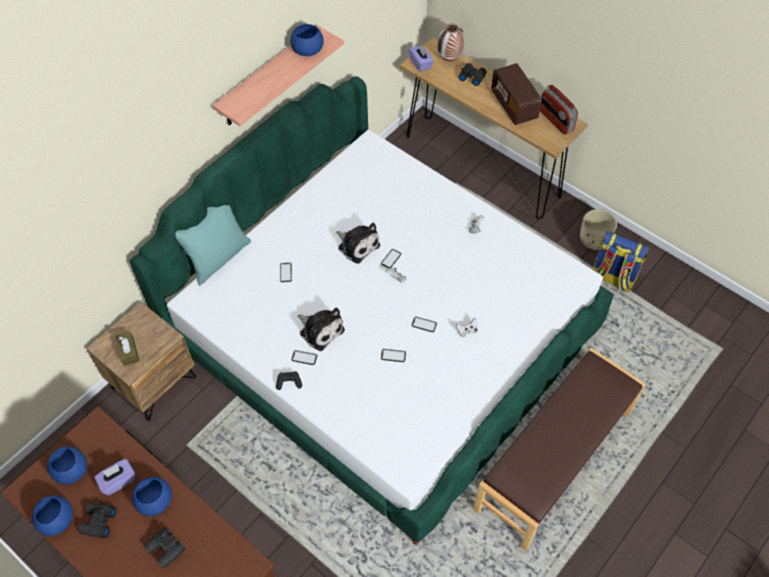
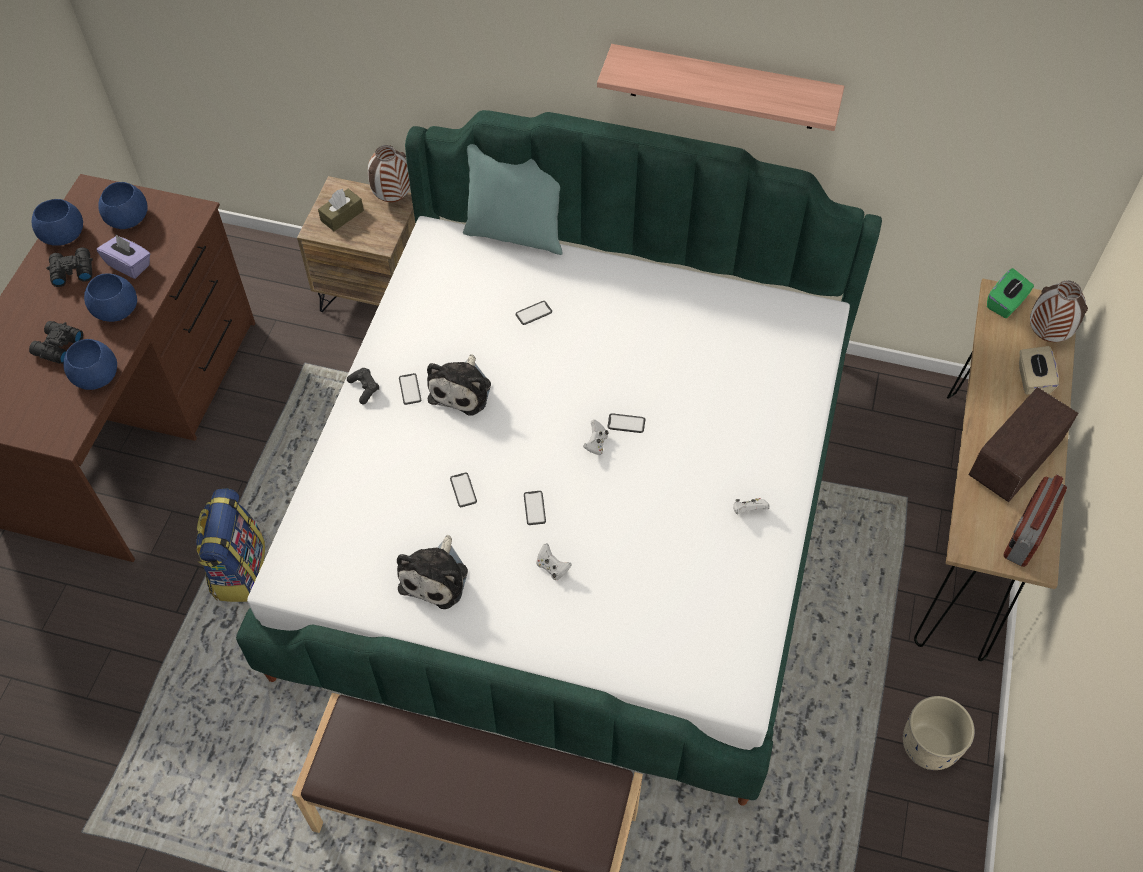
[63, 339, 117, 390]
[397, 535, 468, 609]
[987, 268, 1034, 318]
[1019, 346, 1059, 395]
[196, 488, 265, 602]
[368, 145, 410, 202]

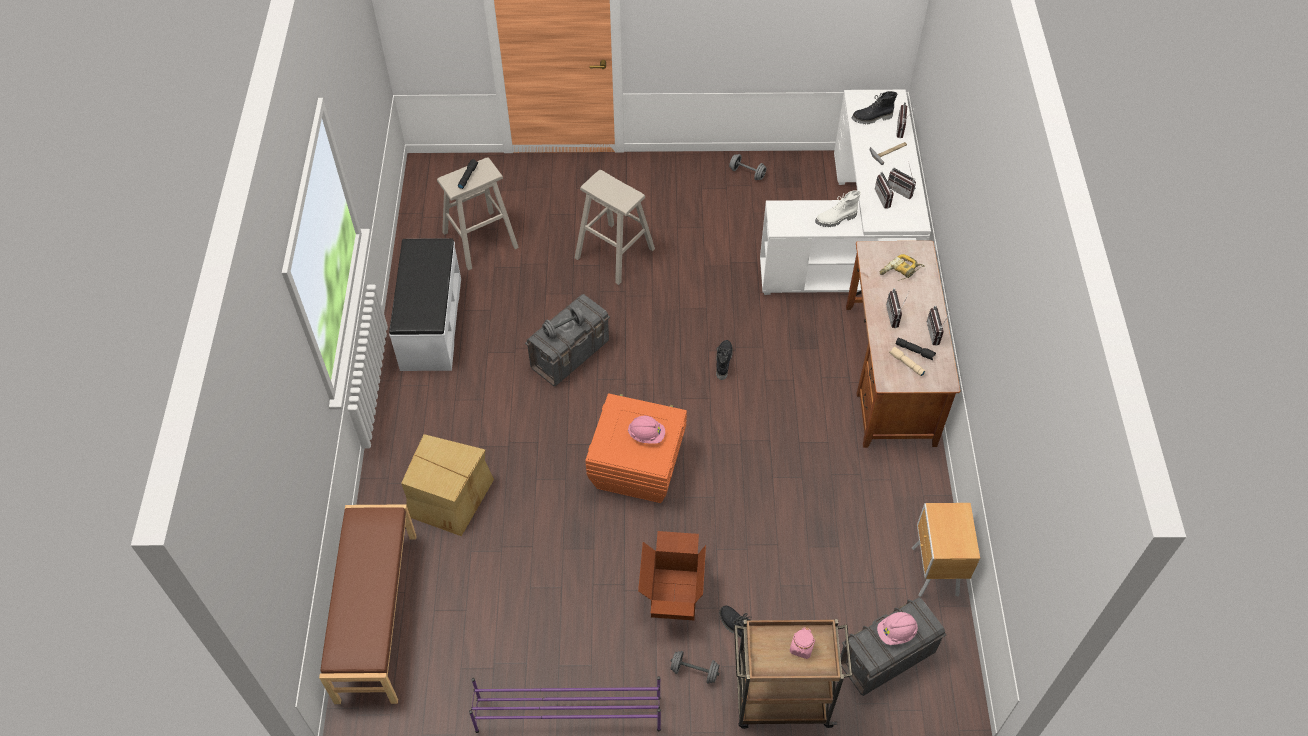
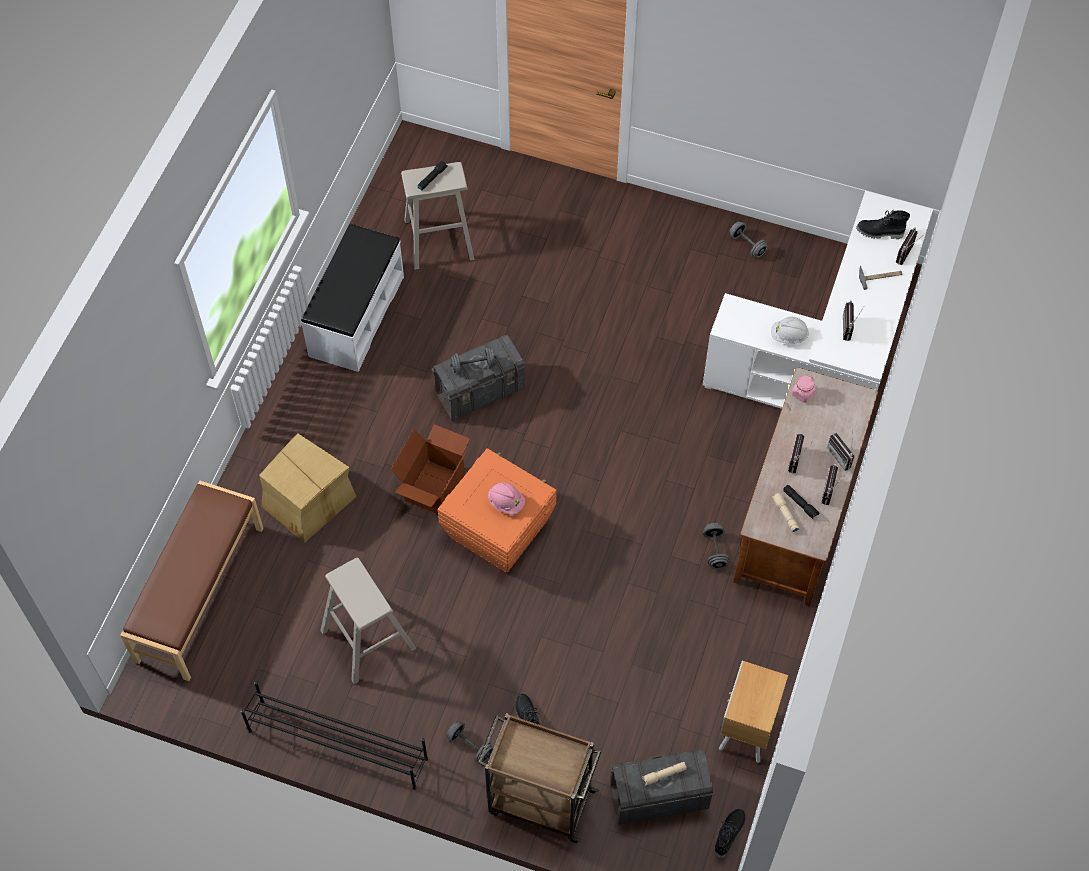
[241, 681, 428, 790]
[320, 558, 416, 684]
[390, 424, 470, 514]
[714, 809, 746, 858]
[792, 375, 816, 403]
[771, 317, 809, 344]
[642, 762, 687, 786]
[880, 254, 925, 281] (first image)
[827, 432, 855, 471]
[703, 523, 730, 569]

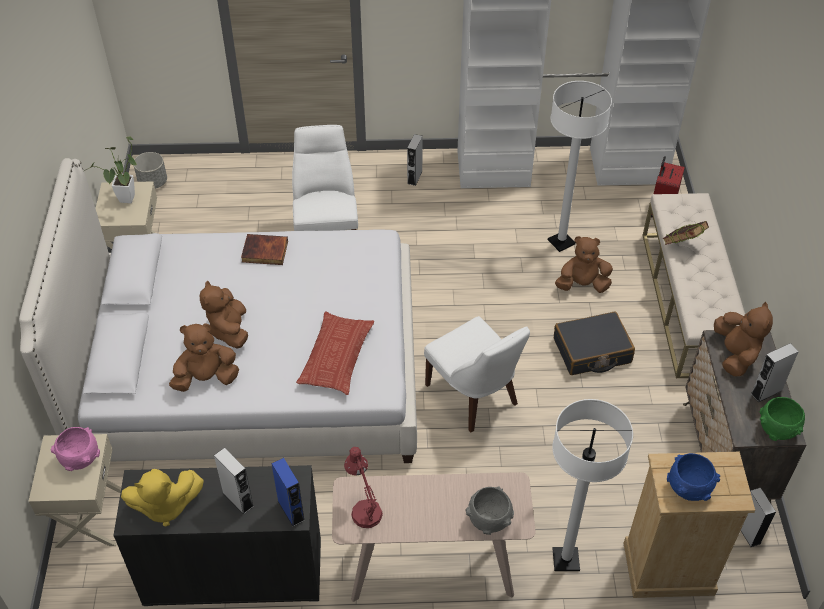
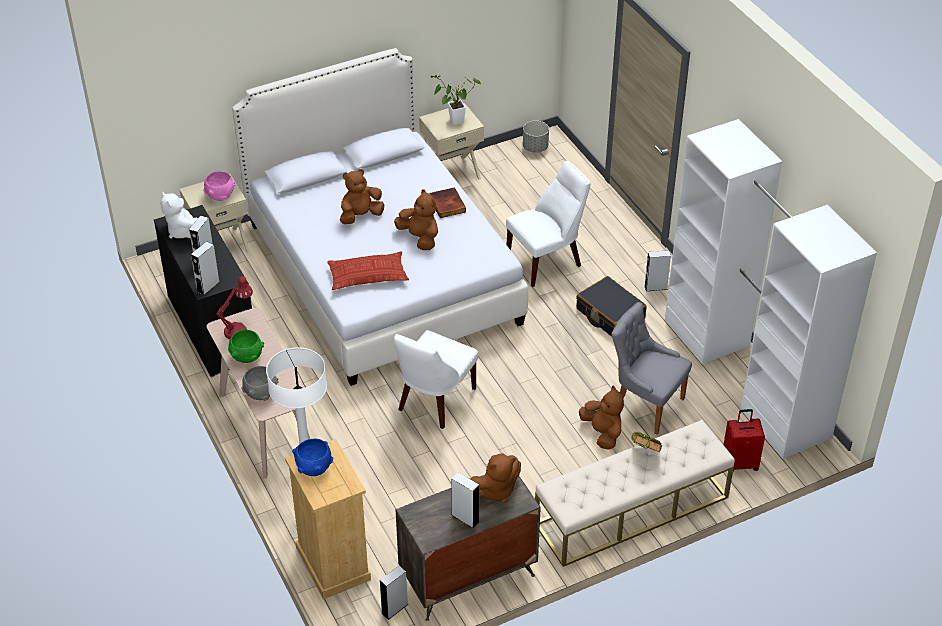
[160, 192, 198, 239]
[394, 189, 438, 250]
[191, 241, 219, 295]
[612, 302, 692, 434]
[576, 276, 647, 337]
[228, 329, 264, 363]

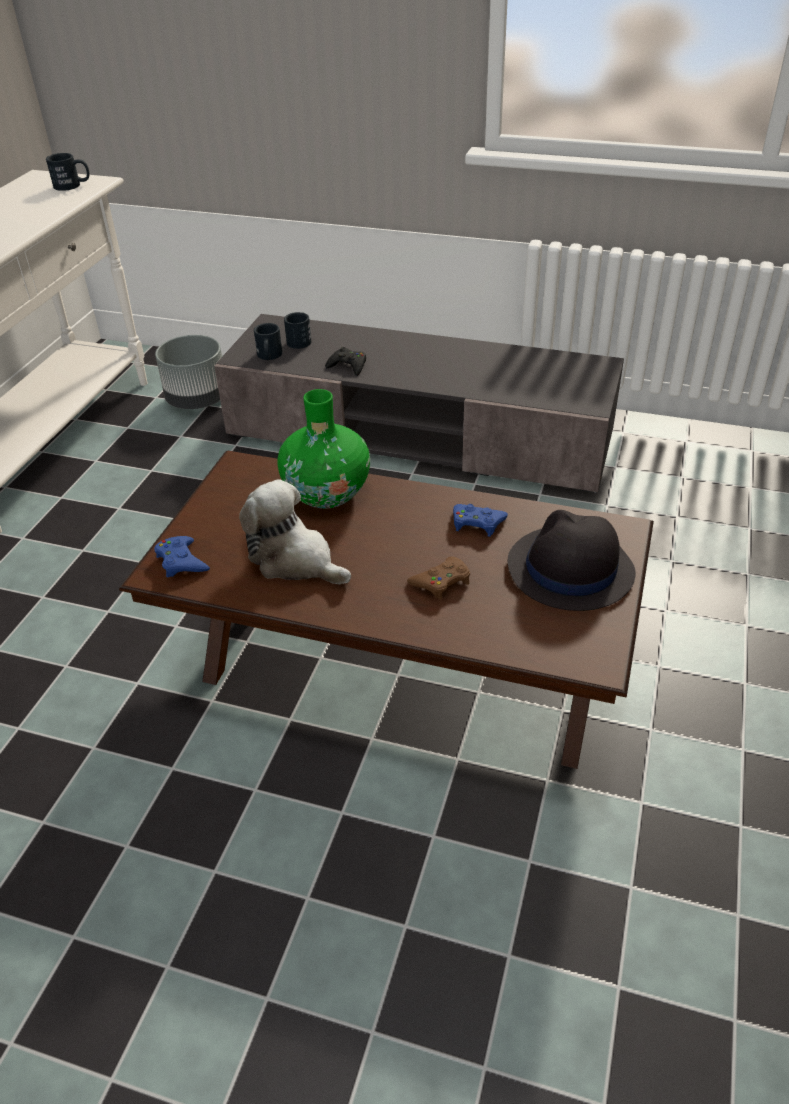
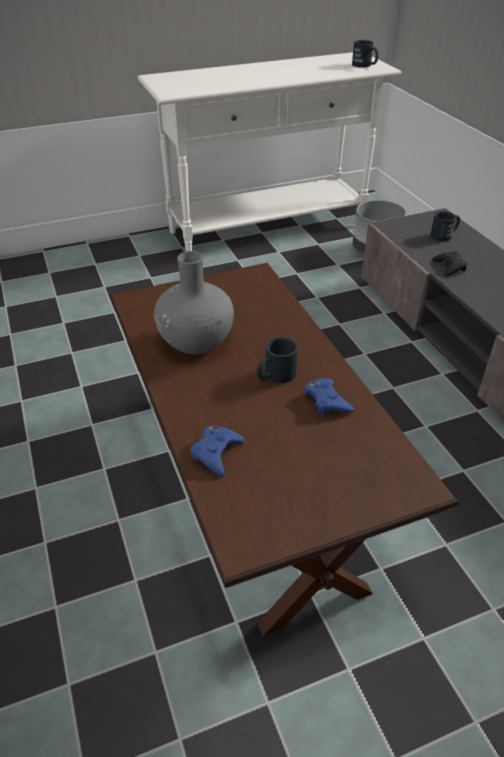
[191, 426, 245, 476]
[154, 251, 234, 354]
[257, 337, 298, 383]
[278, 389, 370, 509] (first image)
[407, 556, 470, 600] (first image)
[507, 510, 636, 611] (first image)

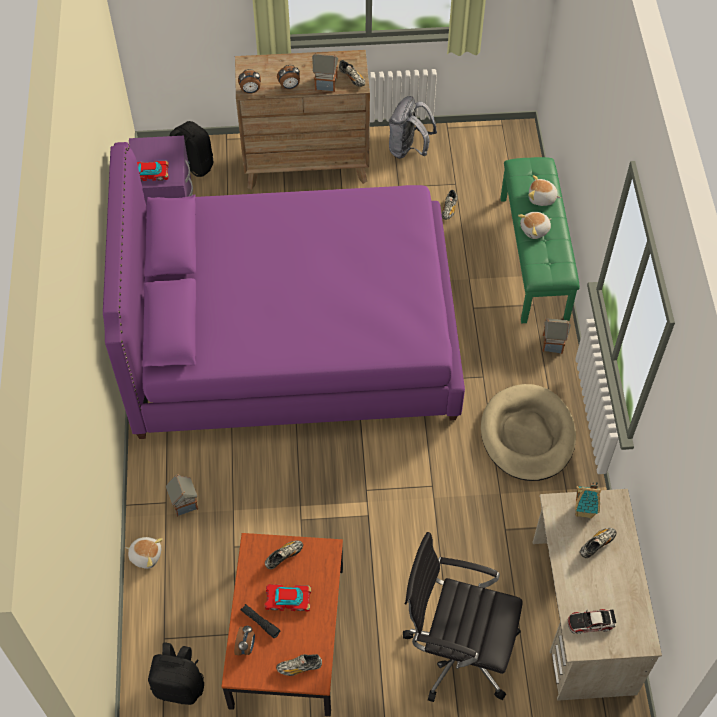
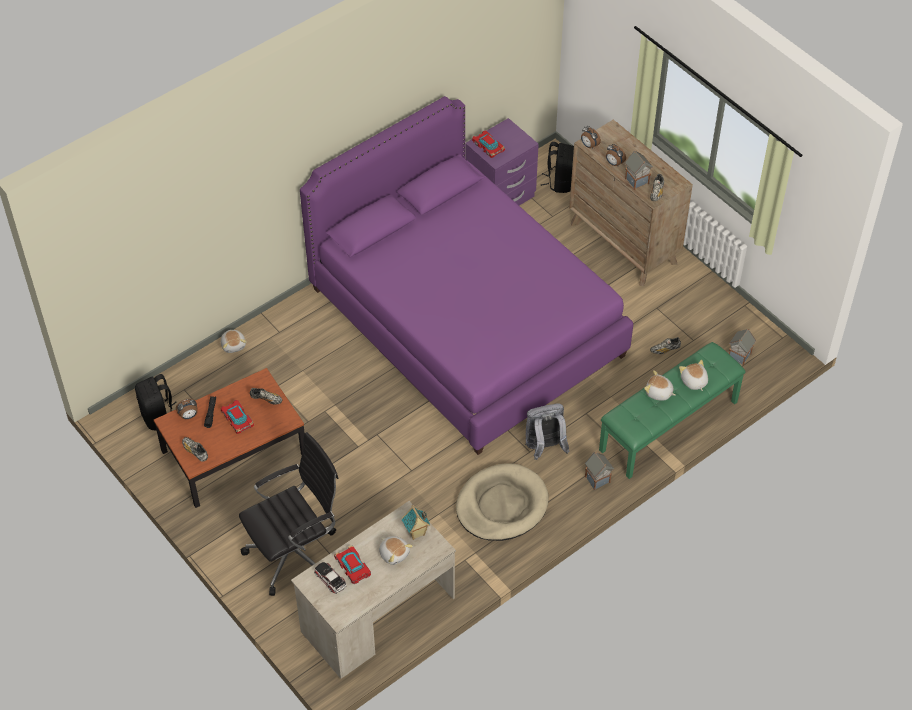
[729, 329, 756, 366]
[525, 403, 570, 460]
[239, 432, 338, 596]
[379, 536, 413, 565]
[334, 546, 371, 584]

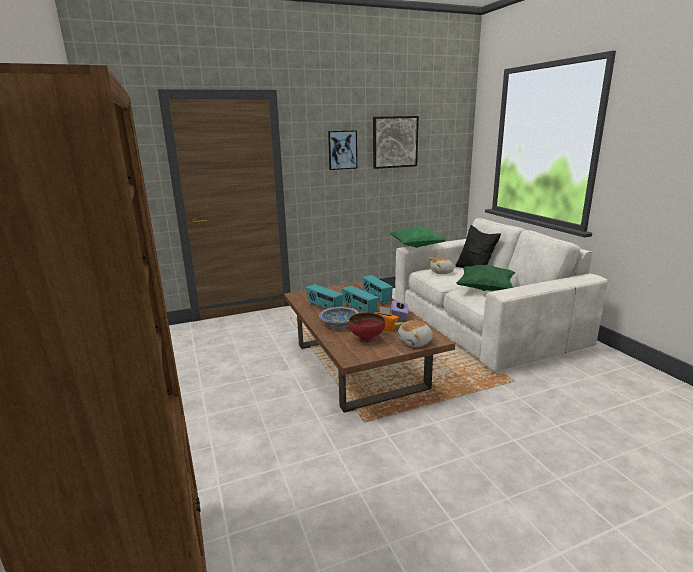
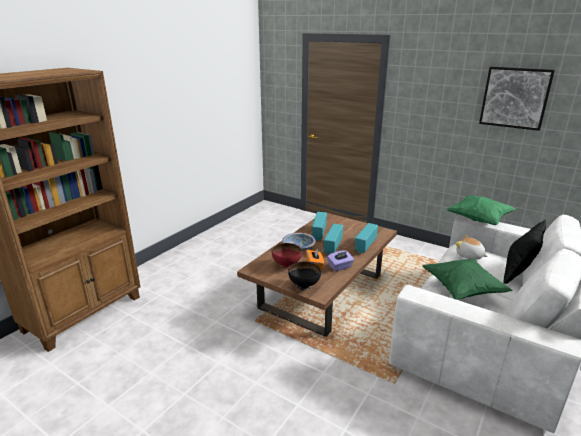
[328, 130, 357, 170] (first image)
[288, 262, 321, 291]

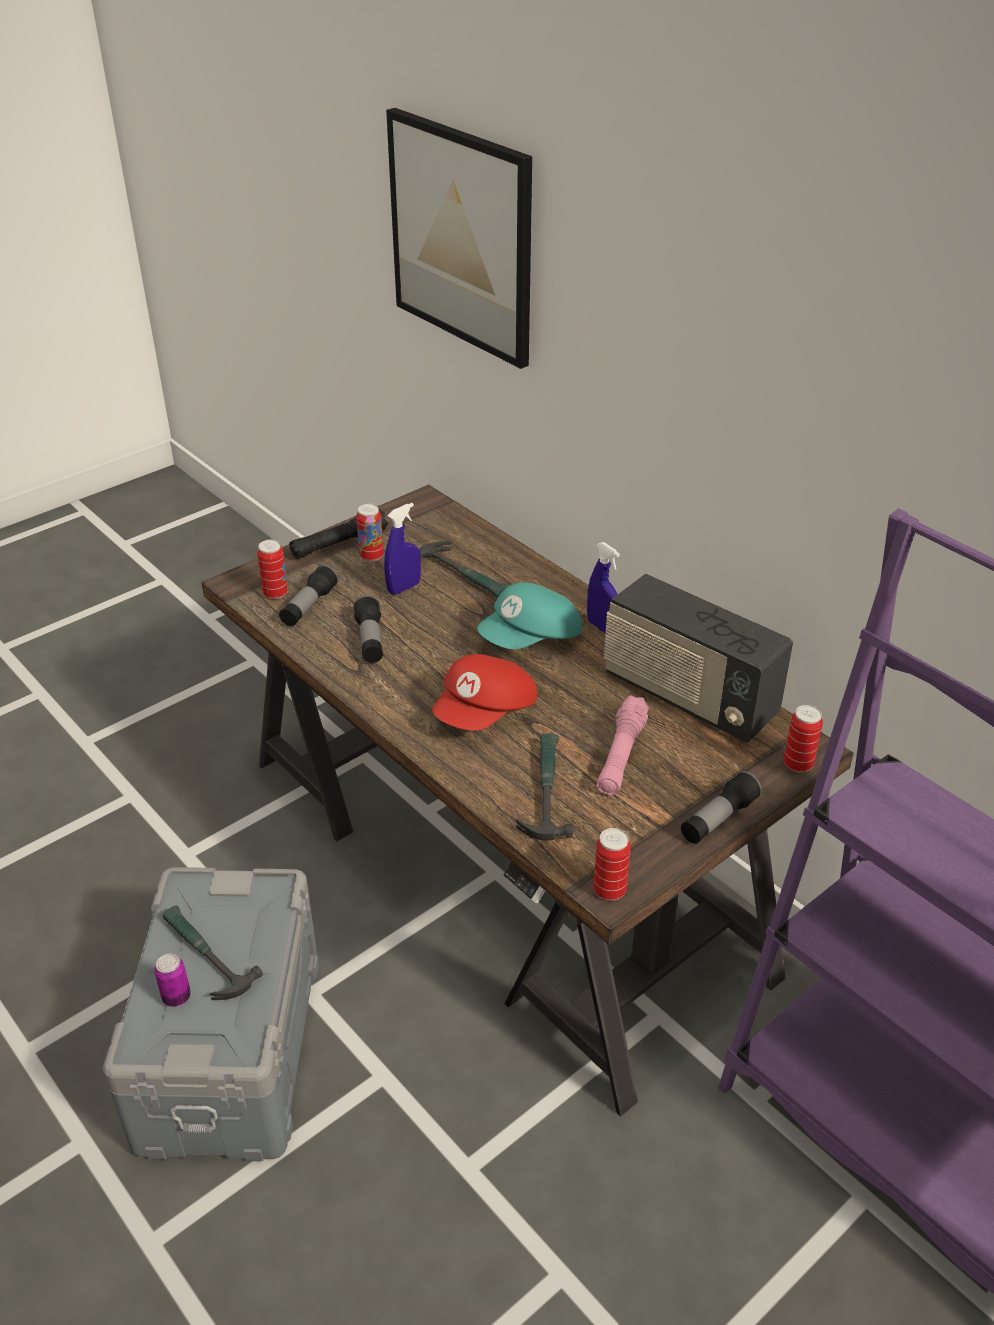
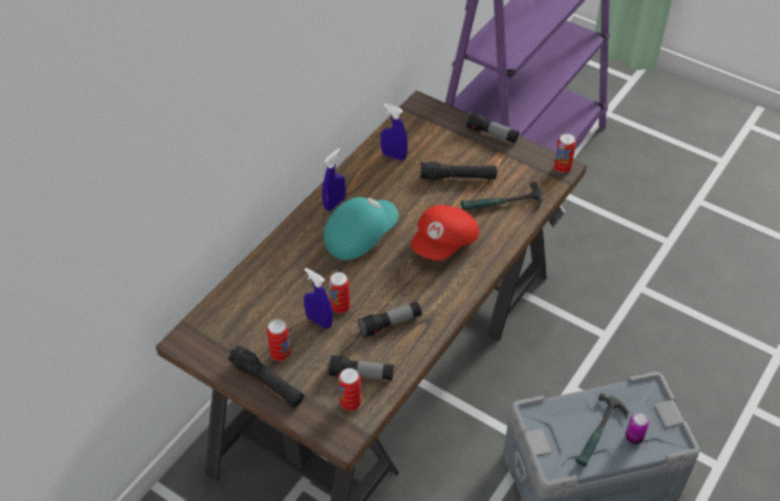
[386, 108, 532, 369] (first image)
[420, 541, 507, 597] (first image)
[411, 205, 479, 260]
[324, 197, 398, 260]
[420, 161, 497, 180]
[380, 103, 408, 161]
[329, 272, 350, 313]

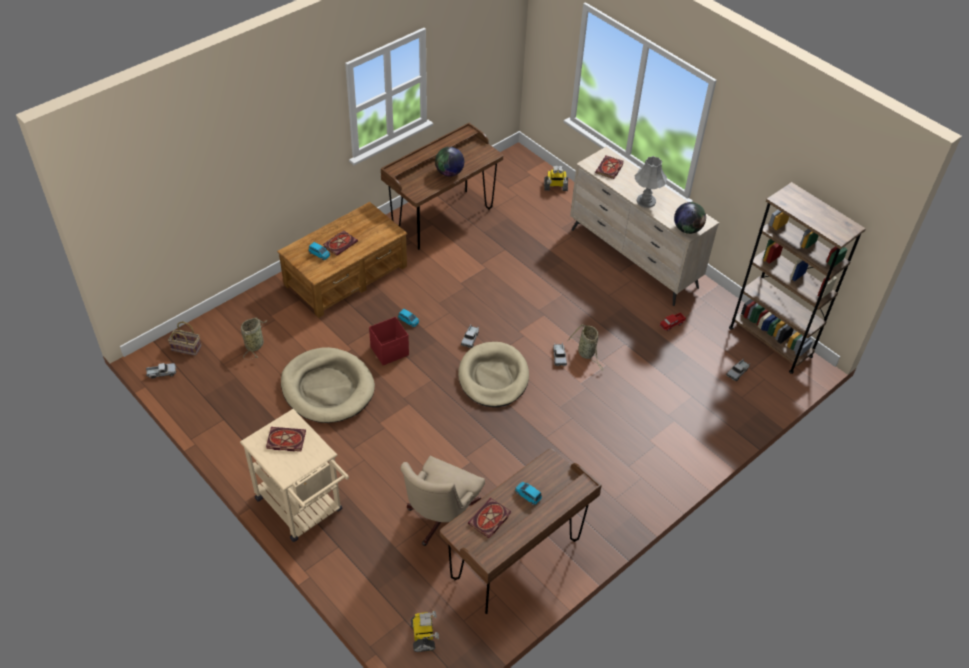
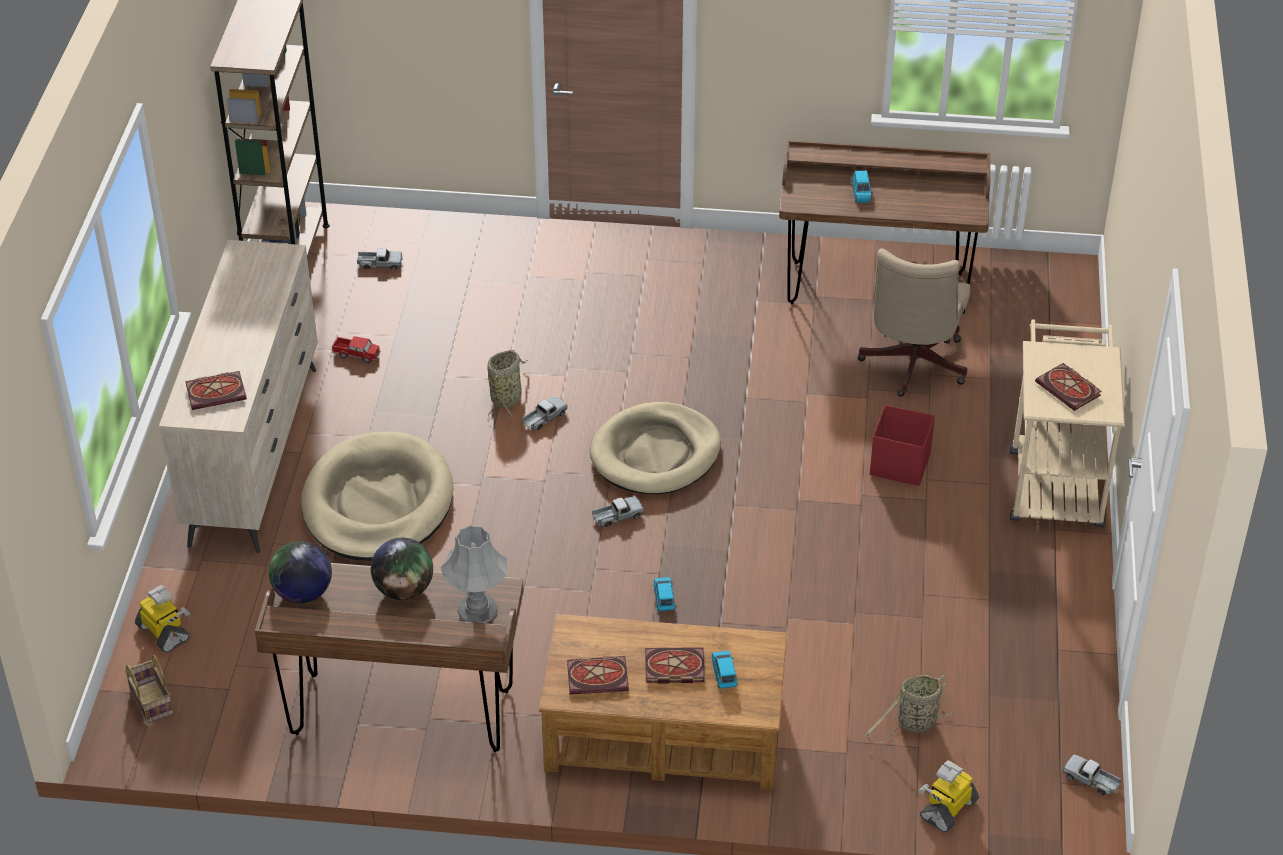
[125, 655, 173, 724]
[301, 432, 453, 561]
[870, 405, 935, 486]
[857, 249, 970, 397]
[919, 760, 979, 832]
[567, 656, 629, 695]
[441, 525, 507, 623]
[269, 541, 332, 604]

